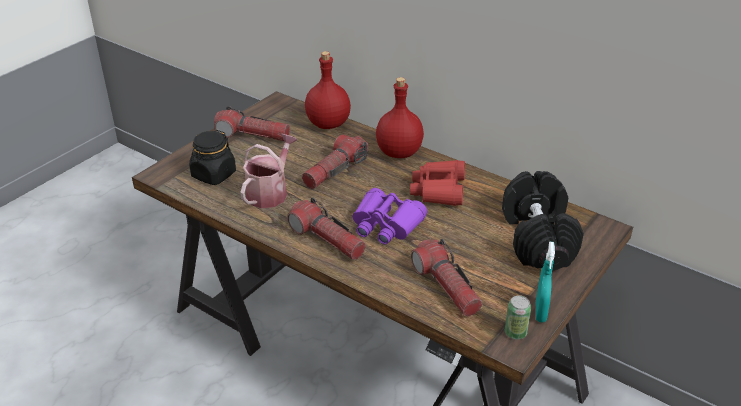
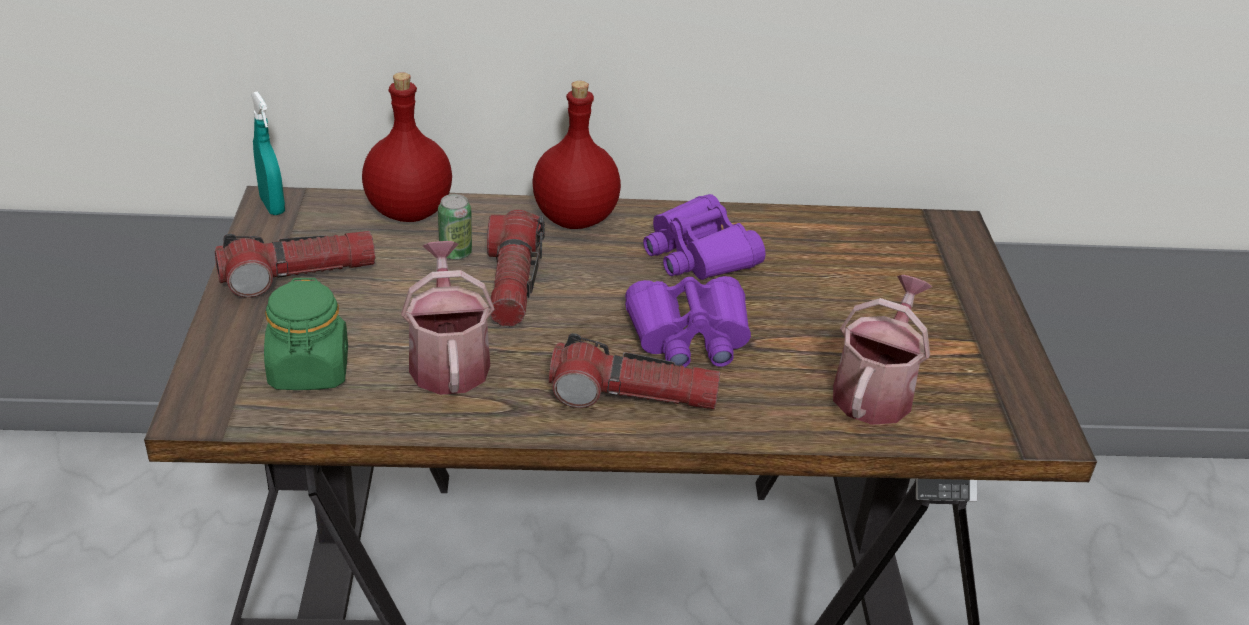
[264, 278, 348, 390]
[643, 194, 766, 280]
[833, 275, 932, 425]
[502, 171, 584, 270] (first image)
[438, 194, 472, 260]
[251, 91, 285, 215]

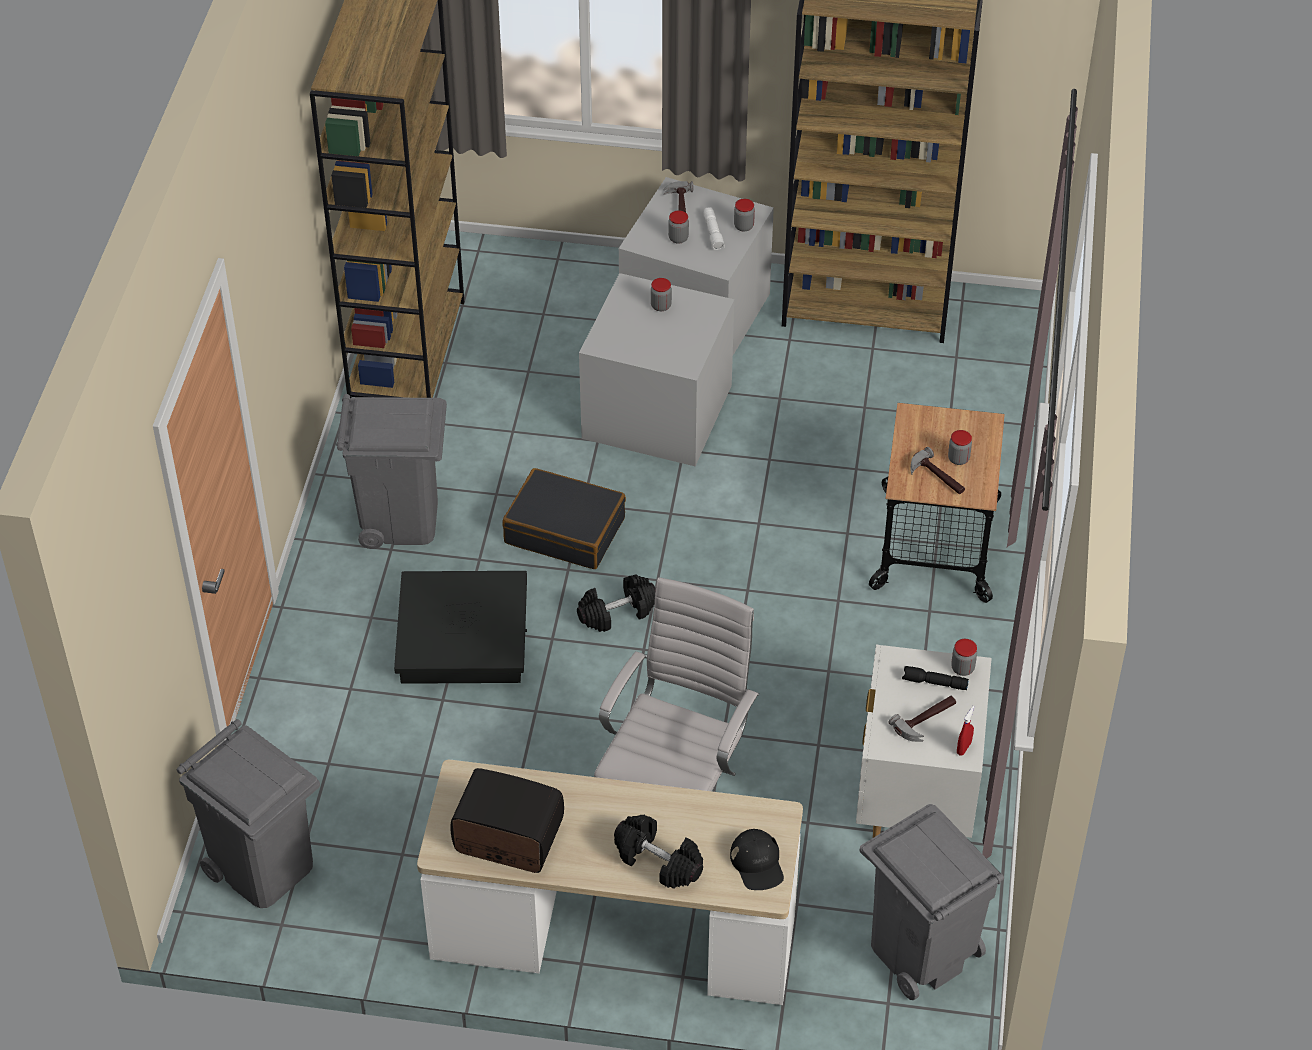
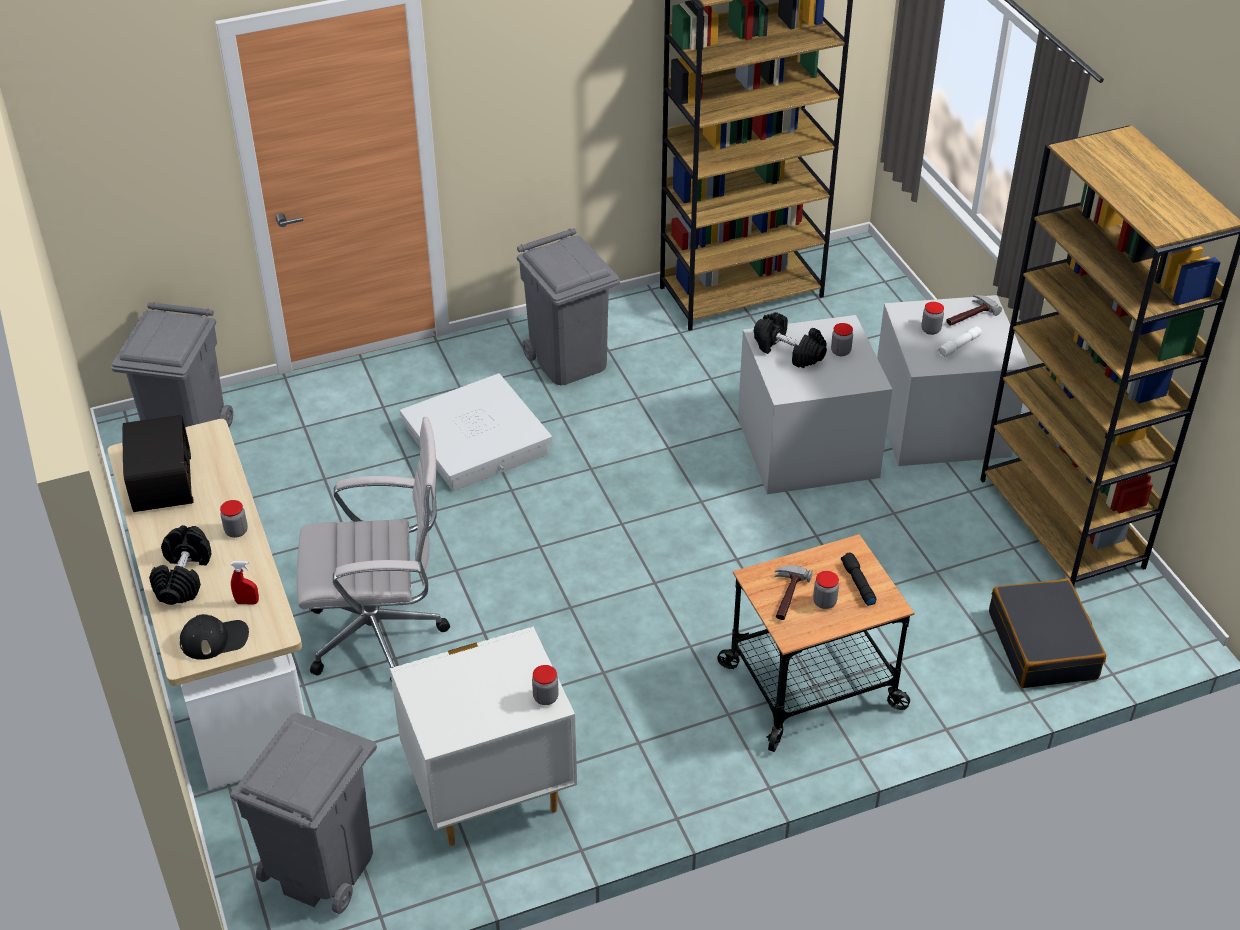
[400, 373, 552, 491]
[989, 579, 1106, 688]
[754, 312, 827, 368]
[180, 614, 249, 660]
[220, 500, 248, 538]
[889, 696, 956, 742] (first image)
[841, 553, 876, 606]
[231, 561, 259, 604]

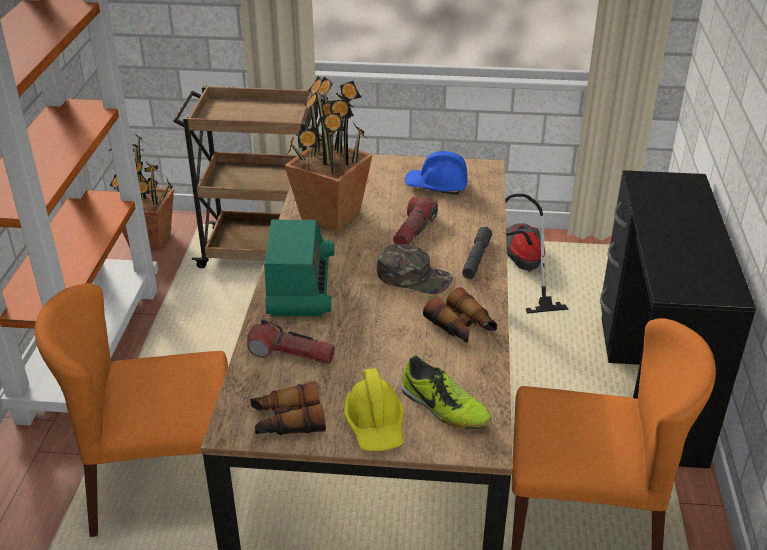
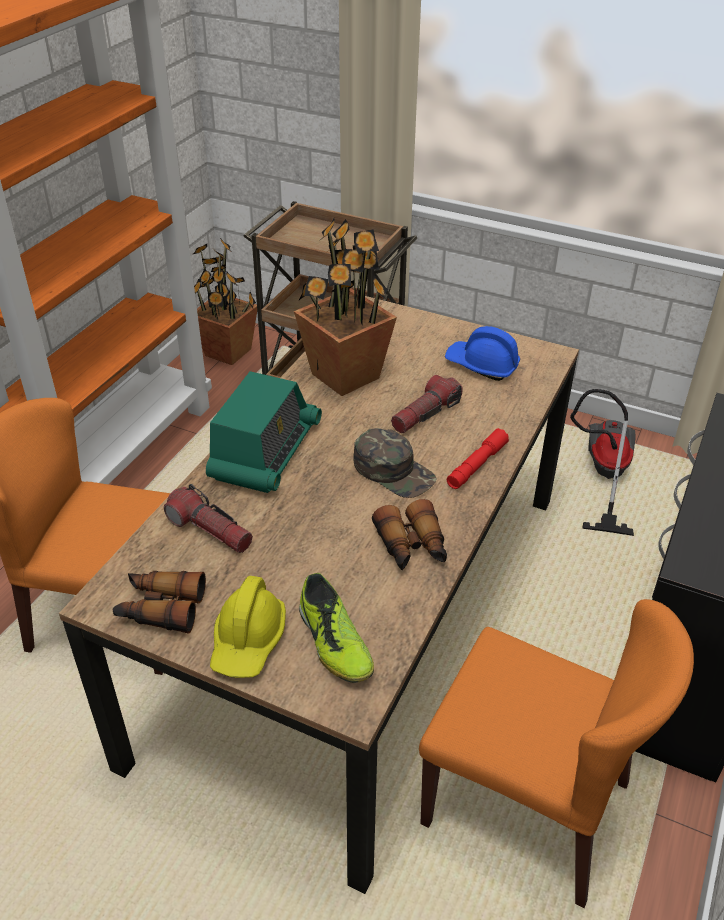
[447, 428, 509, 489]

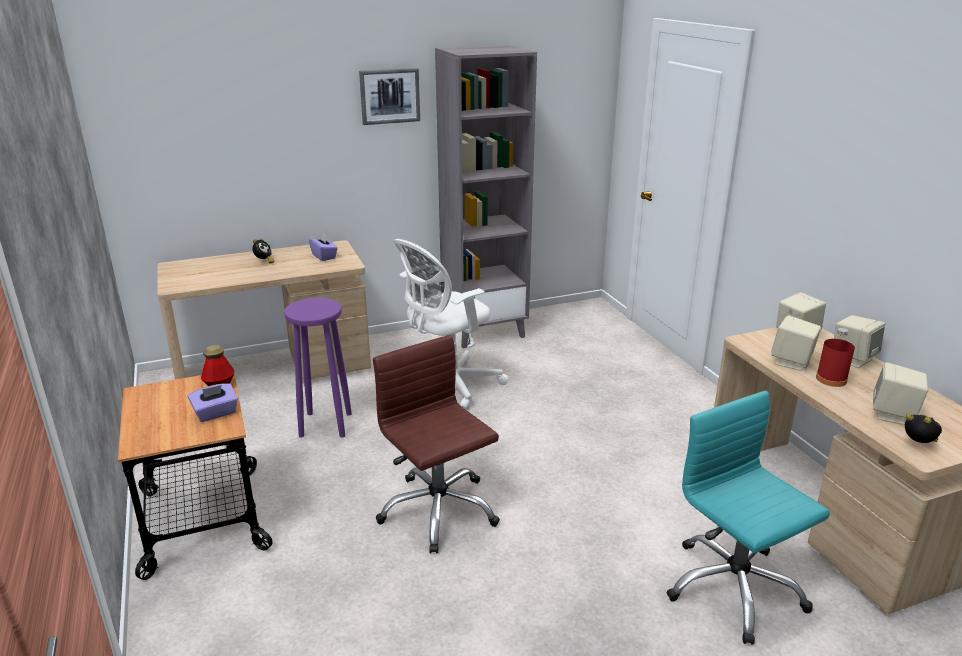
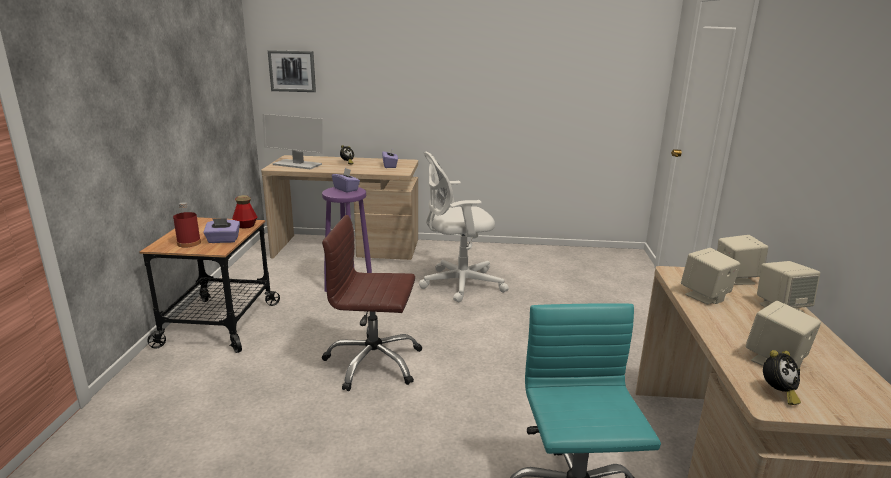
[268, 50, 316, 92]
[322, 215, 422, 391]
[435, 45, 537, 348] (first image)
[173, 202, 201, 248]
[763, 350, 801, 405]
[263, 114, 324, 169]
[332, 168, 360, 193]

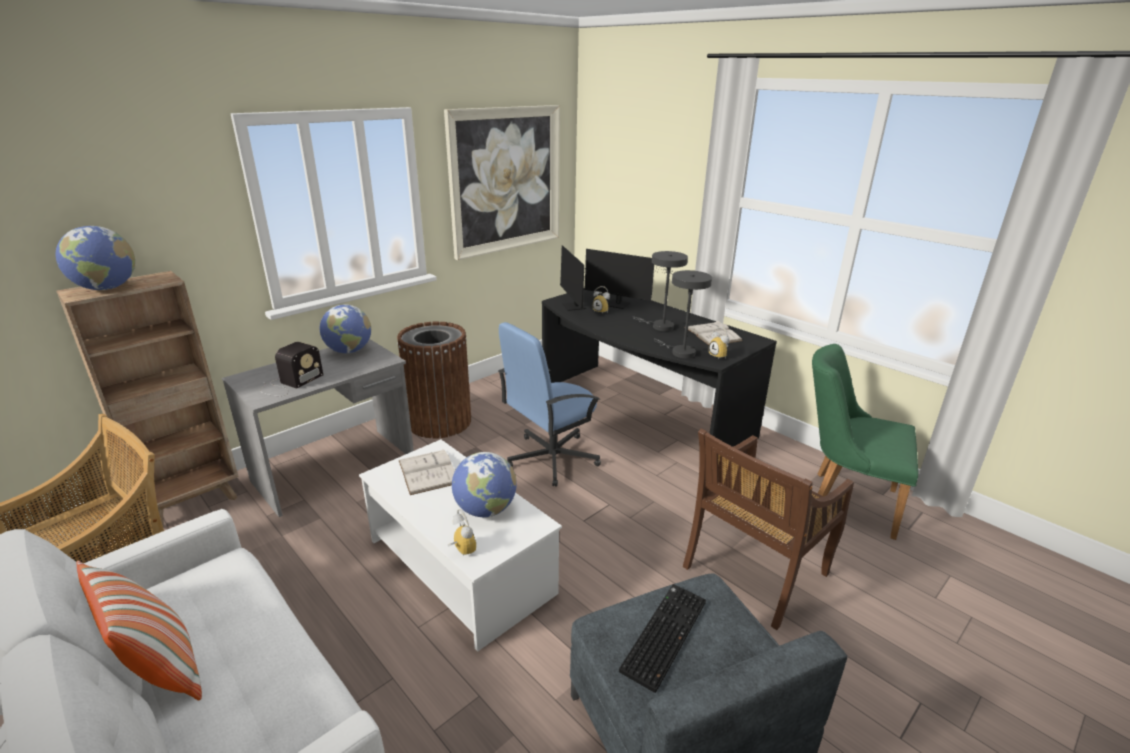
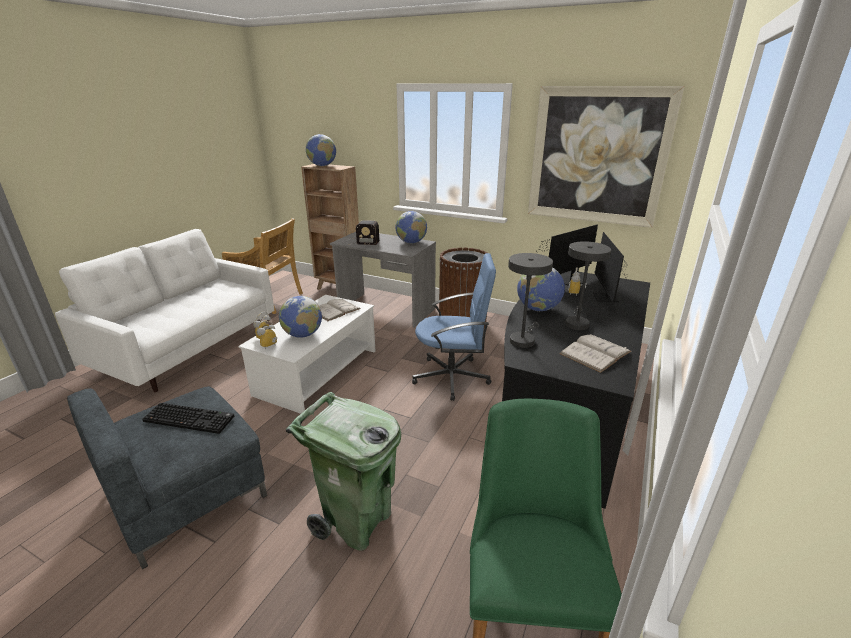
[77, 561, 202, 700] (first image)
[412, 253, 496, 401]
[286, 392, 401, 551]
[257, 321, 277, 350]
[517, 268, 565, 311]

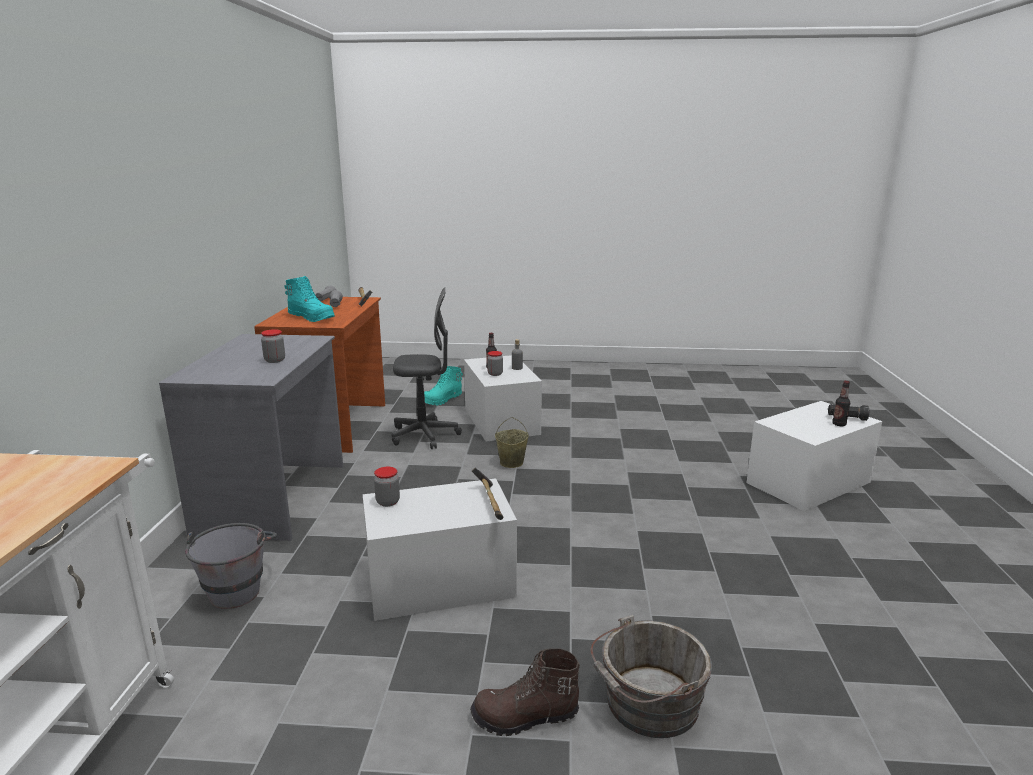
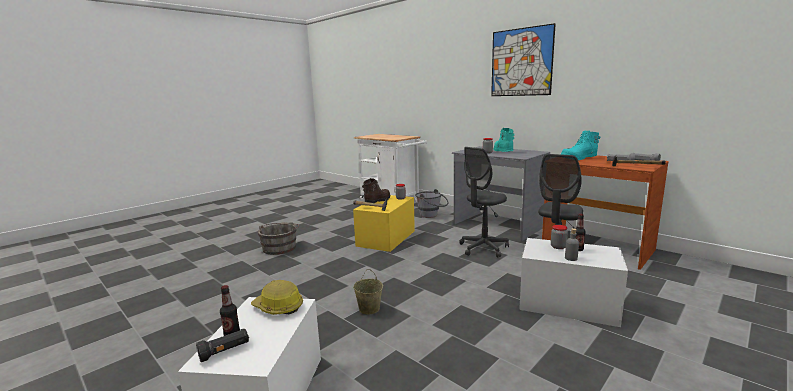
[353, 195, 415, 252]
[494, 128, 514, 152]
[362, 178, 391, 203]
[353, 269, 383, 314]
[251, 280, 303, 315]
[459, 147, 509, 258]
[491, 23, 556, 96]

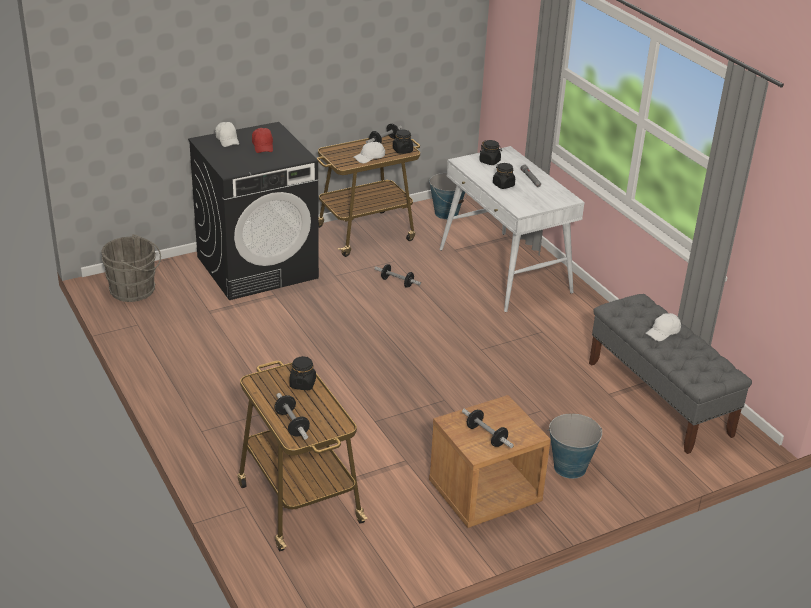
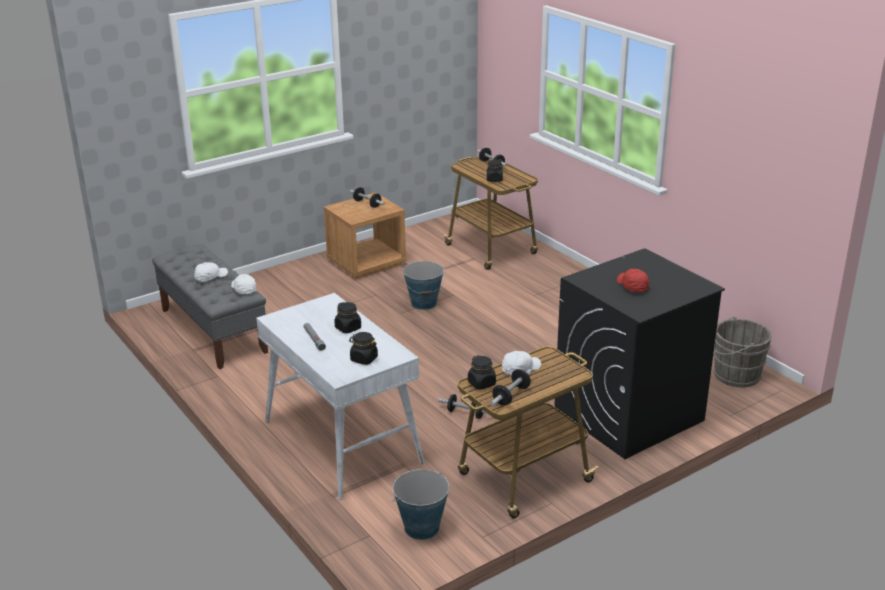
[231, 274, 256, 294]
[403, 261, 445, 310]

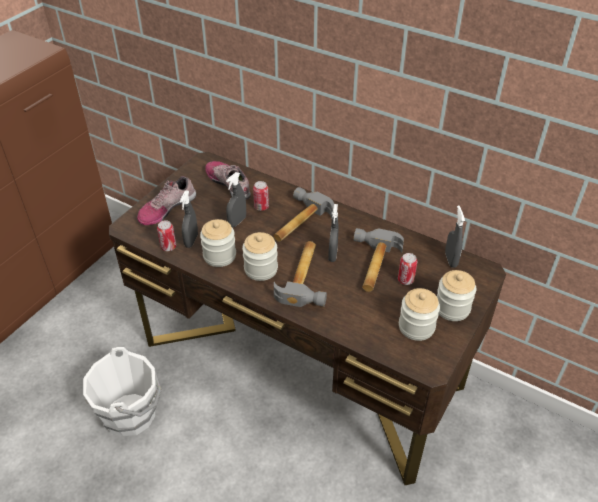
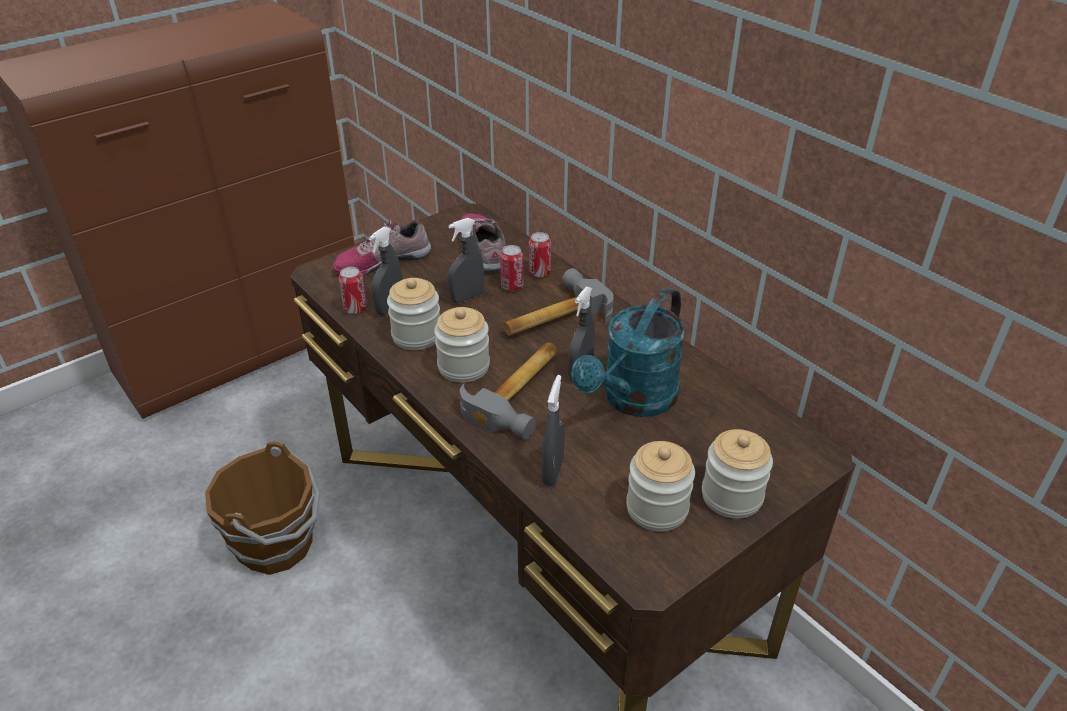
[205, 442, 320, 575]
[571, 287, 685, 417]
[529, 232, 551, 277]
[542, 375, 565, 486]

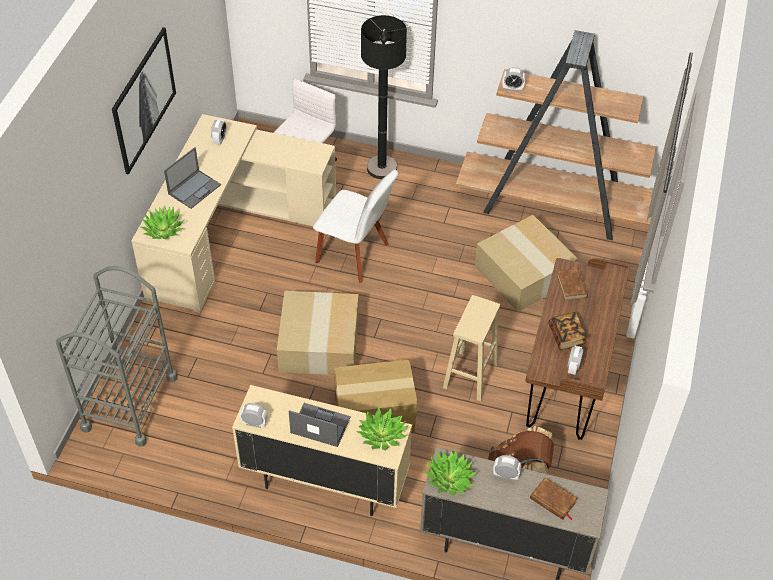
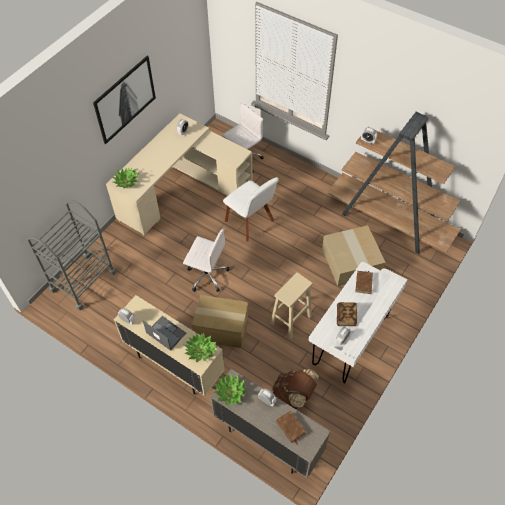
[164, 147, 221, 209] (first image)
[183, 228, 229, 292]
[361, 15, 407, 179] (first image)
[309, 262, 407, 384]

